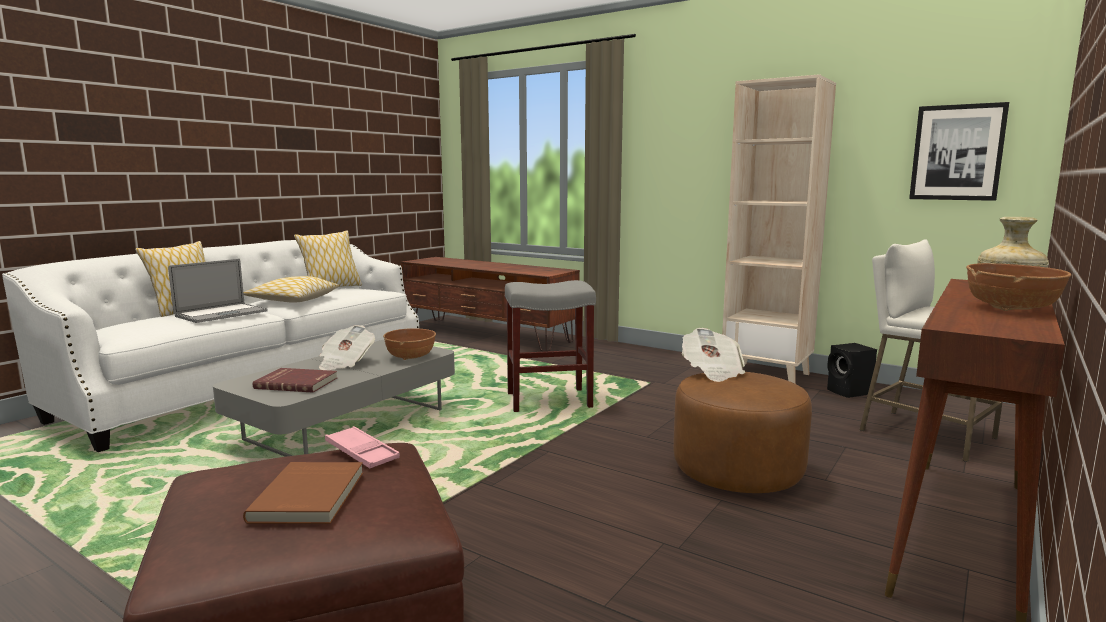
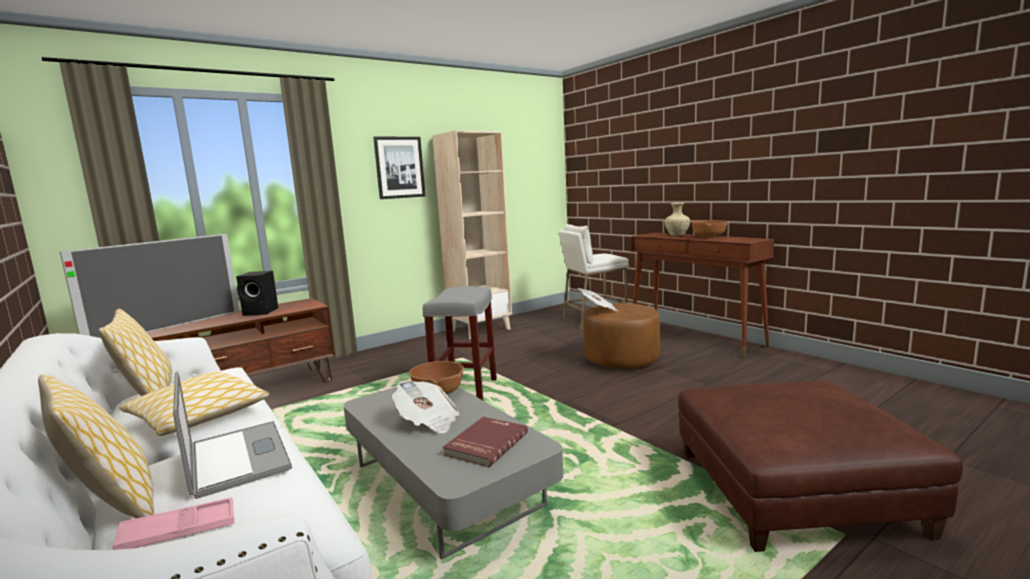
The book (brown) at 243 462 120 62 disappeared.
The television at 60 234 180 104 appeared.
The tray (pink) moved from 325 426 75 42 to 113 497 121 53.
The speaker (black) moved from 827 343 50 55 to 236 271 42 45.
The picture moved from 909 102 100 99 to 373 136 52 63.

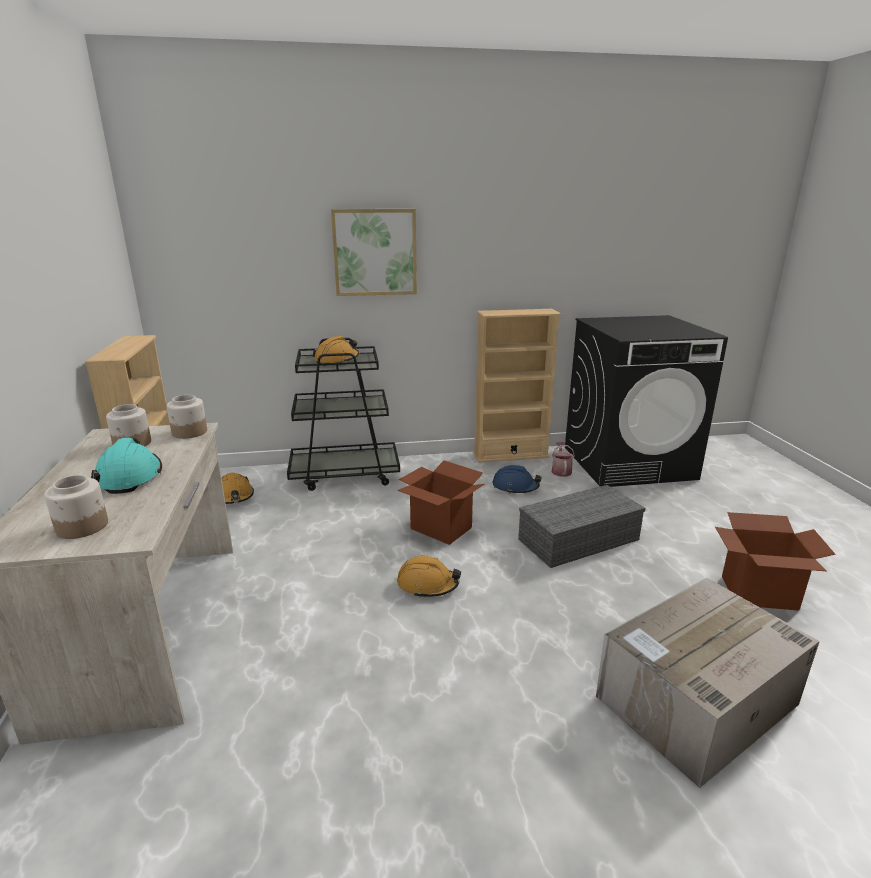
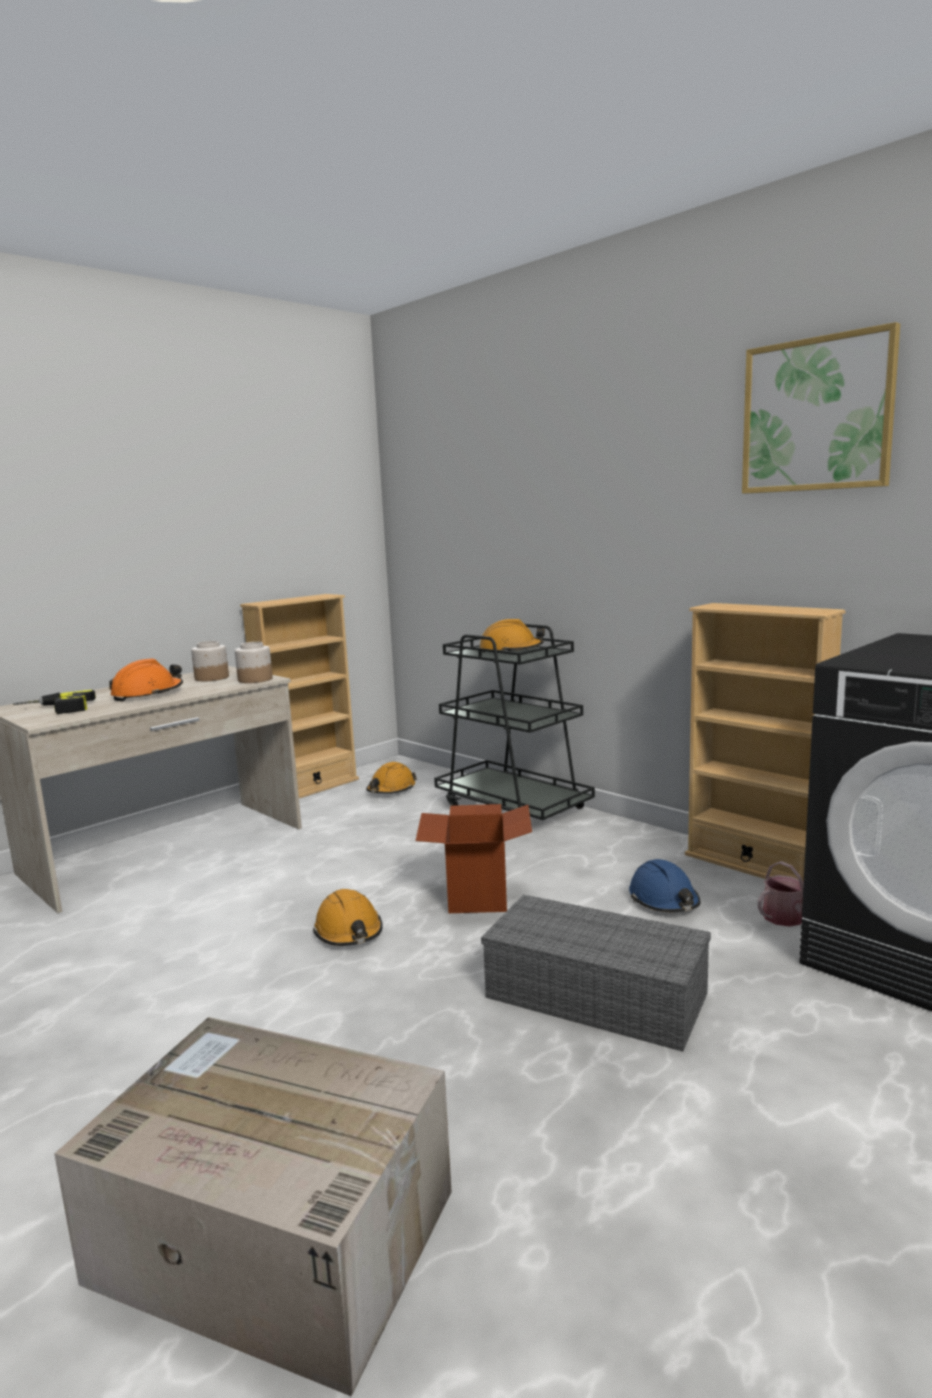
The cardboard box at 715 512 121 99 disappeared.
The picture moved from 331 209 86 87 to 742 322 158 172.
The jar at 44 475 64 64 was replaced by the power drill at 13 689 83 25.
The hard hat (turquoise) at 91 438 71 56 became the hard hat (orange) at 109 658 74 43.

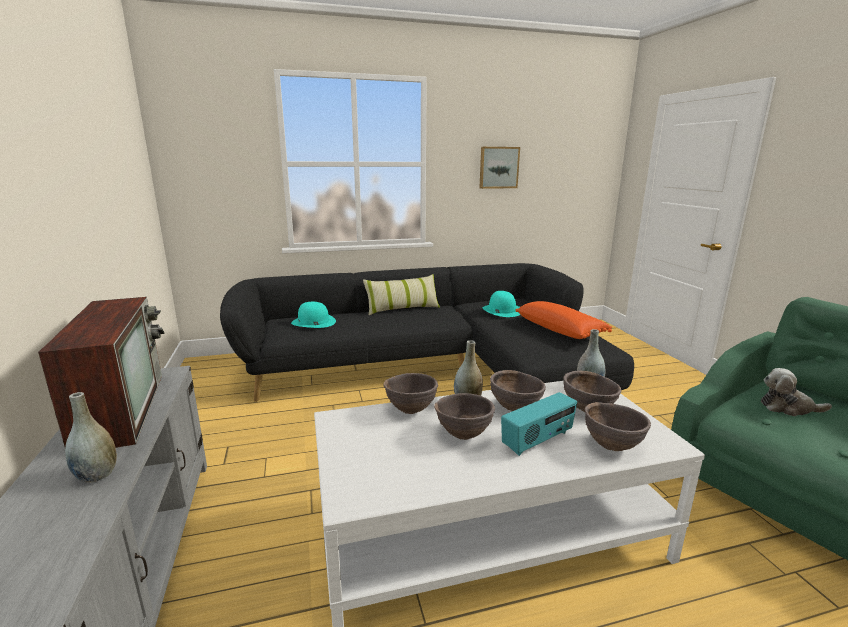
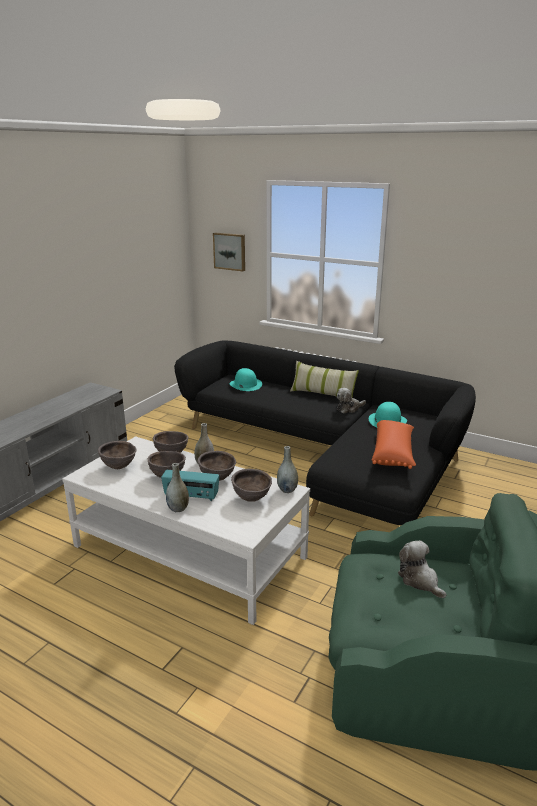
The television at 38 297 127 151 disappeared.
The plush toy at 337 388 29 25 appeared.
The vase (grey) moved from 65 392 52 91 to 166 463 23 49.
The picture moved from 479 147 41 42 to 213 233 32 38.
The bowl (brown) moved from 585 402 66 49 to 98 441 38 28.

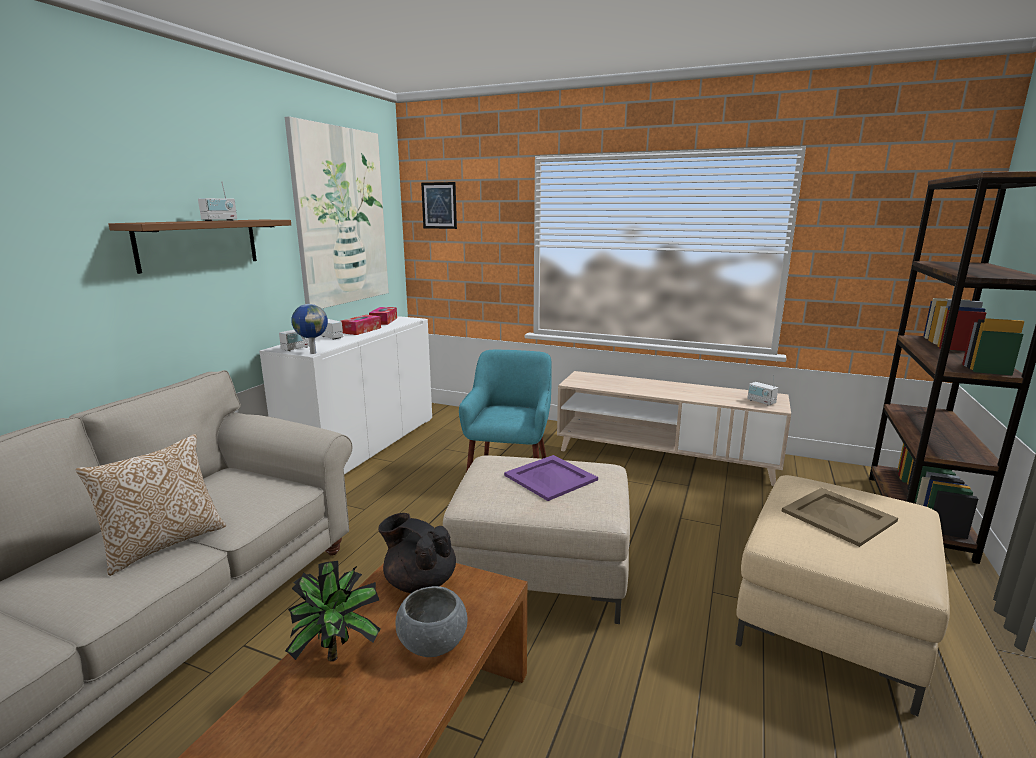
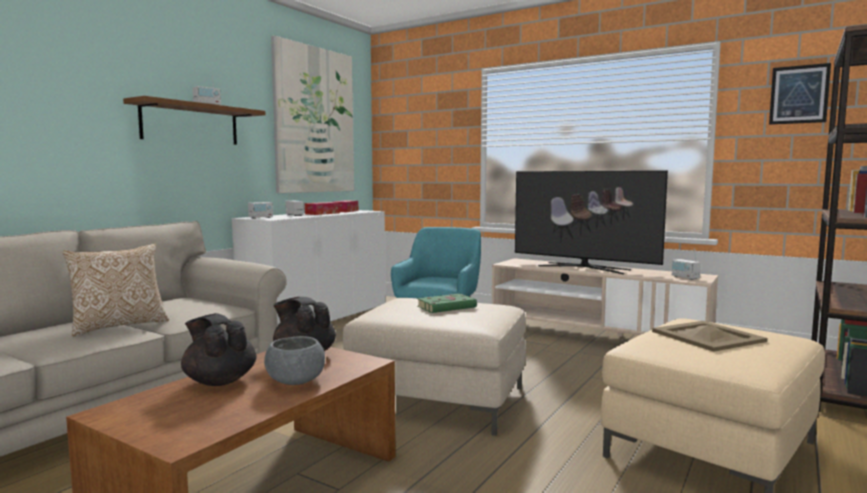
The globe at 291 304 37 50 disappeared.
The television at 515 170 153 104 appeared.
The picture moved from 421 182 36 47 to 769 63 62 62.
The potted plant at 285 561 96 100 was replaced by the teapot (black) at 181 313 76 73.
The tray (purple) at 504 455 94 46 was replaced by the book (green) at 417 294 61 19.

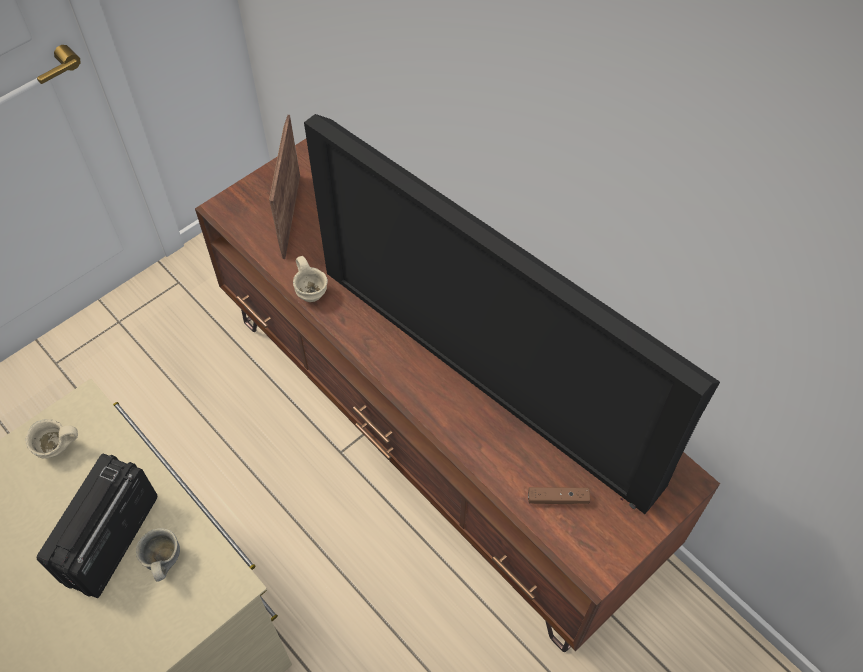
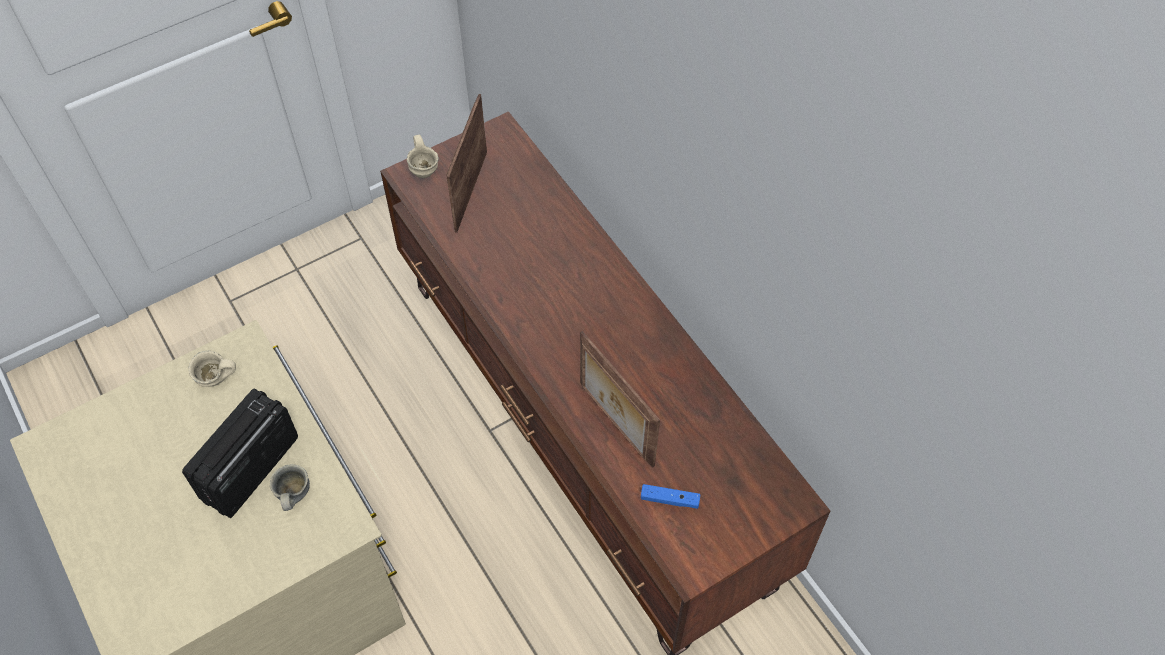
The television at 304 114 416 400 disappeared.
The picture frame at 580 331 80 136 appeared.
The mug (beige) moved from 293 256 35 46 to 407 135 32 43.
The game controller (brown) at 528 487 62 17 became the game controller (blue) at 641 484 59 25.

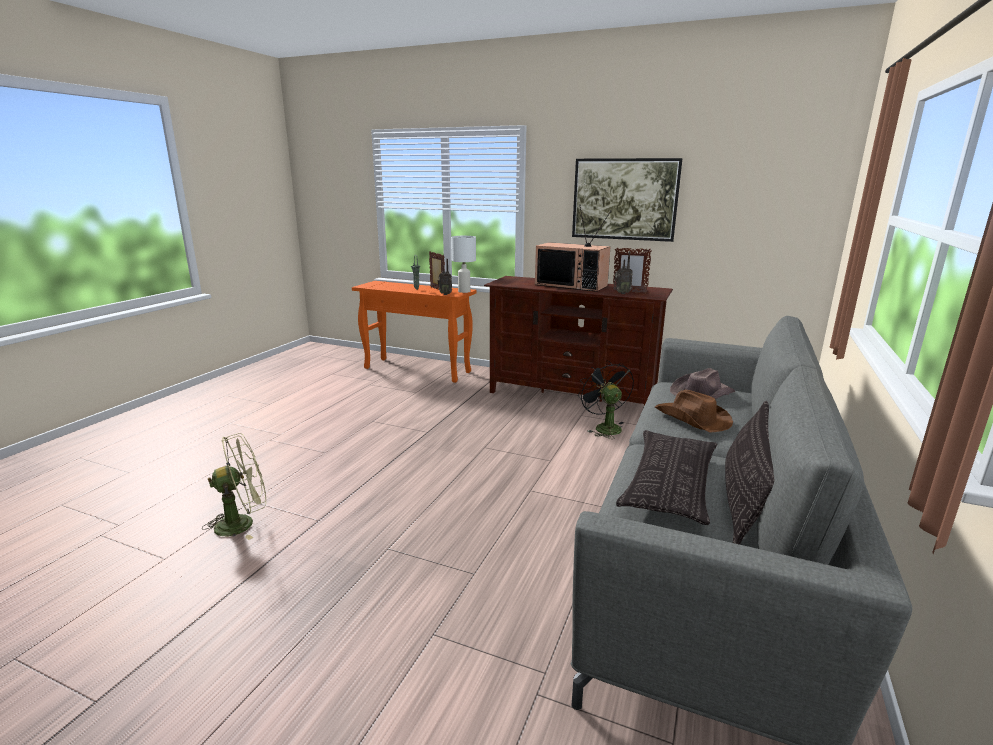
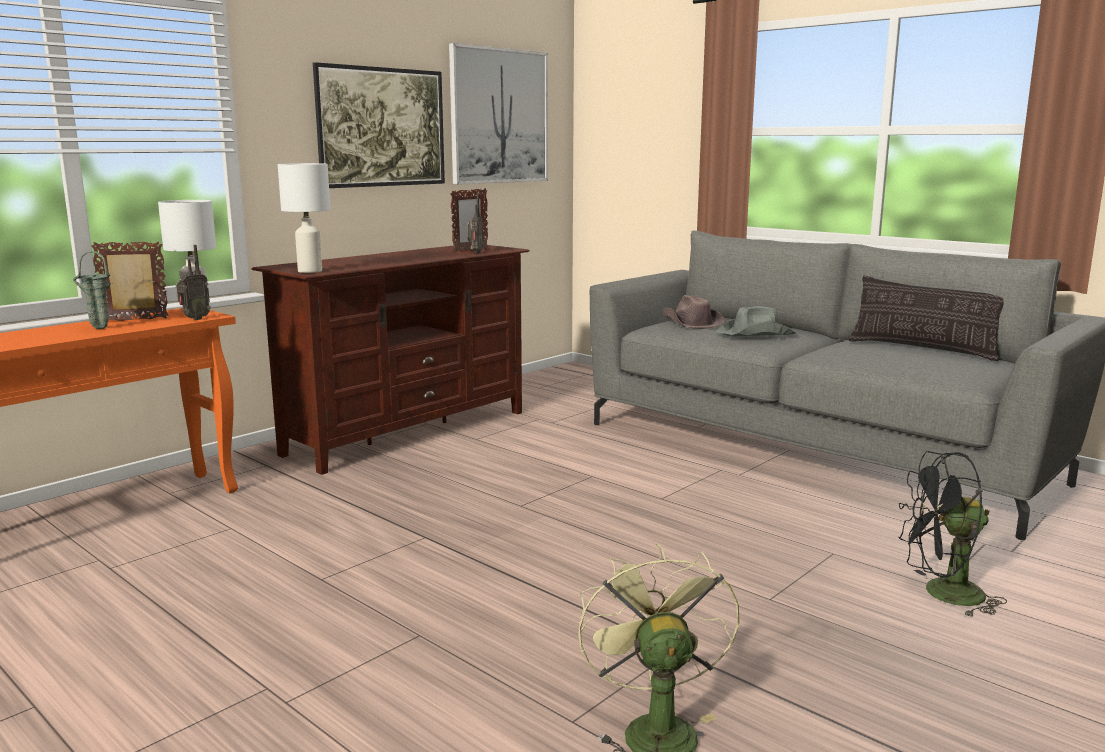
The television at 535 205 76 87 disappeared.
The pillow at 616 430 101 95 disappeared.
The table lamp (white) at 278 163 52 110 appeared.
The picture at 449 43 99 142 appeared.
The fan (black) moved from 578 360 56 79 to 898 451 109 167.
The hat (brown) at 655 390 78 43 became the hat (grey) at 716 306 80 30.

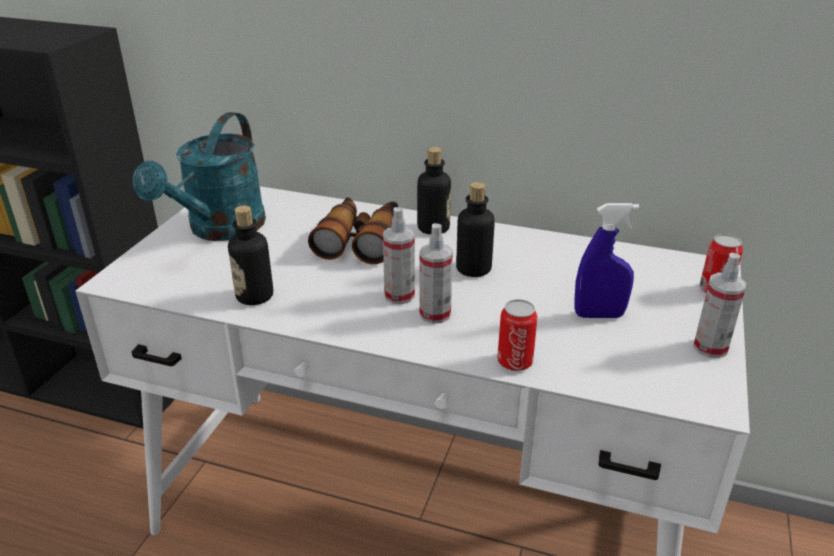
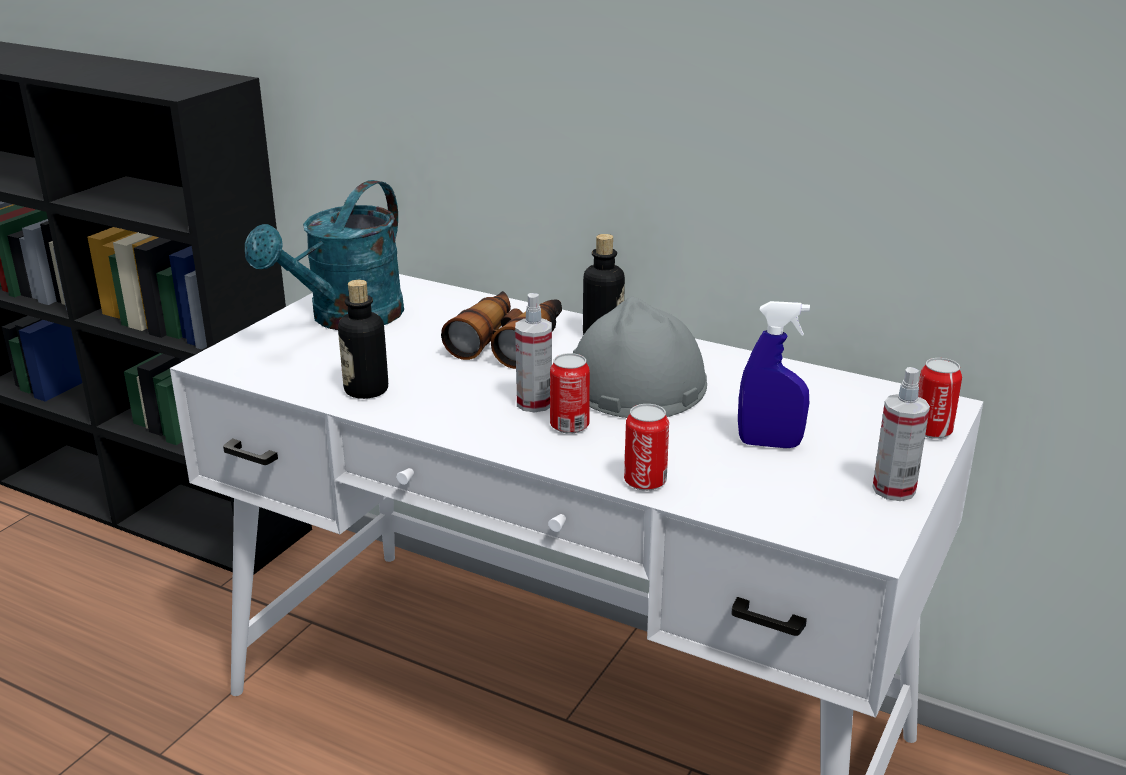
The spray bottle at 419 223 34 101 was replaced by the can at 550 353 40 81.
The bottle at 456 182 39 95 was replaced by the hard hat (grey) at 573 297 134 121.

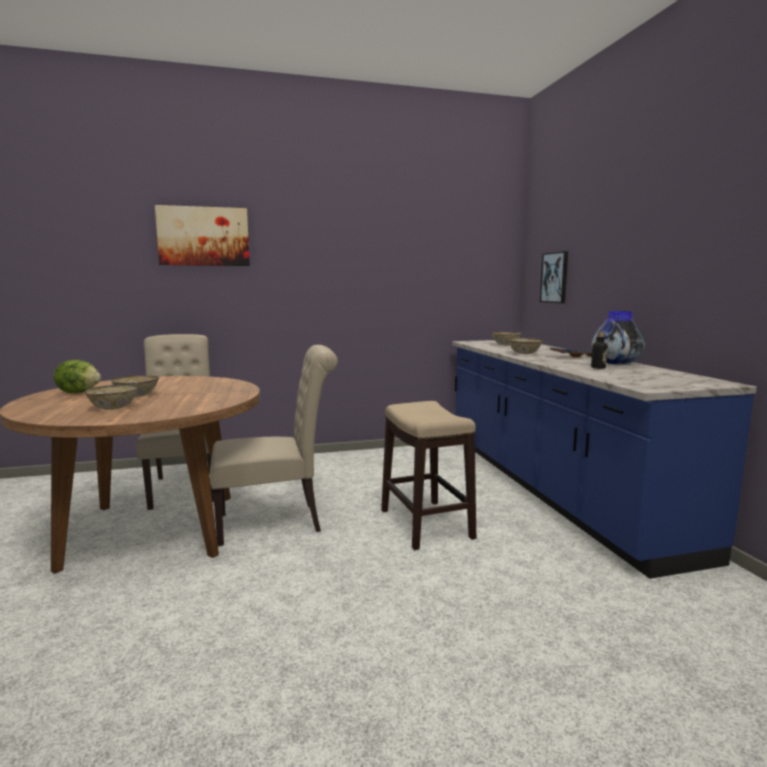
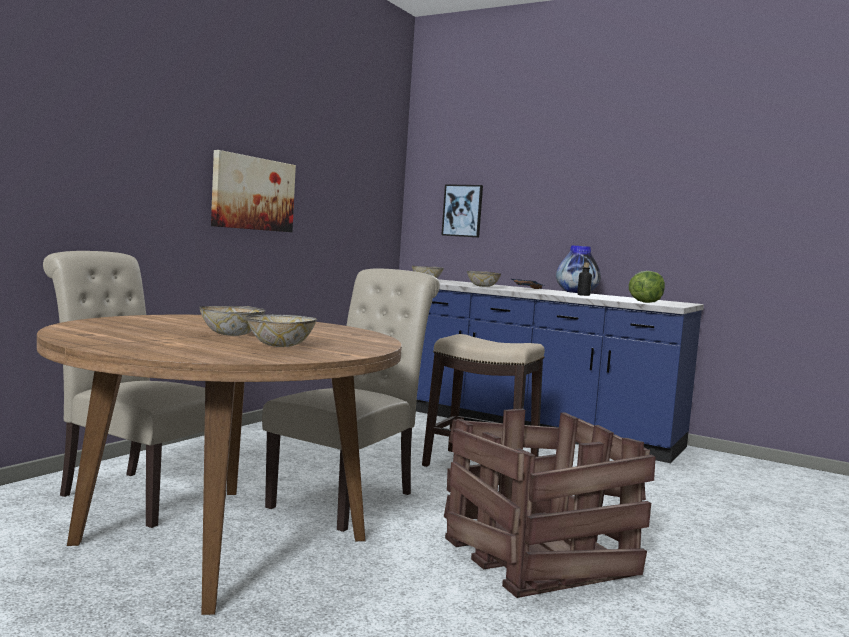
The crate at 444 409 212 189 appeared.
The lettuce moved from 53 360 48 33 to 629 271 36 32.
The picture moved from 155 205 95 61 to 211 150 85 82.

